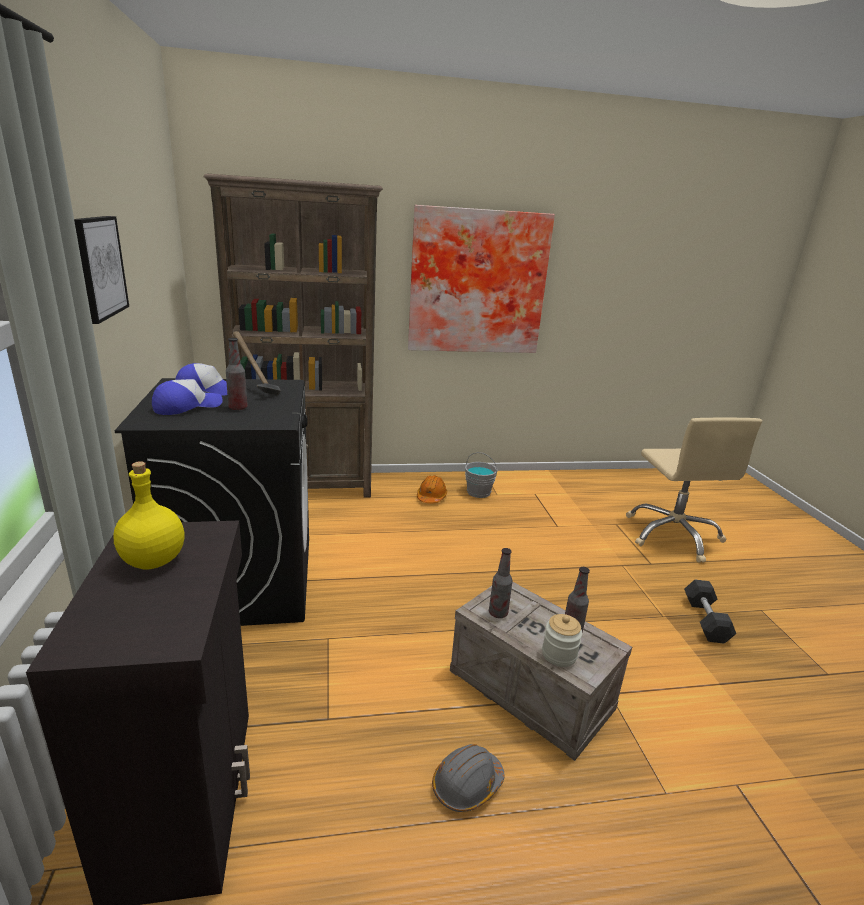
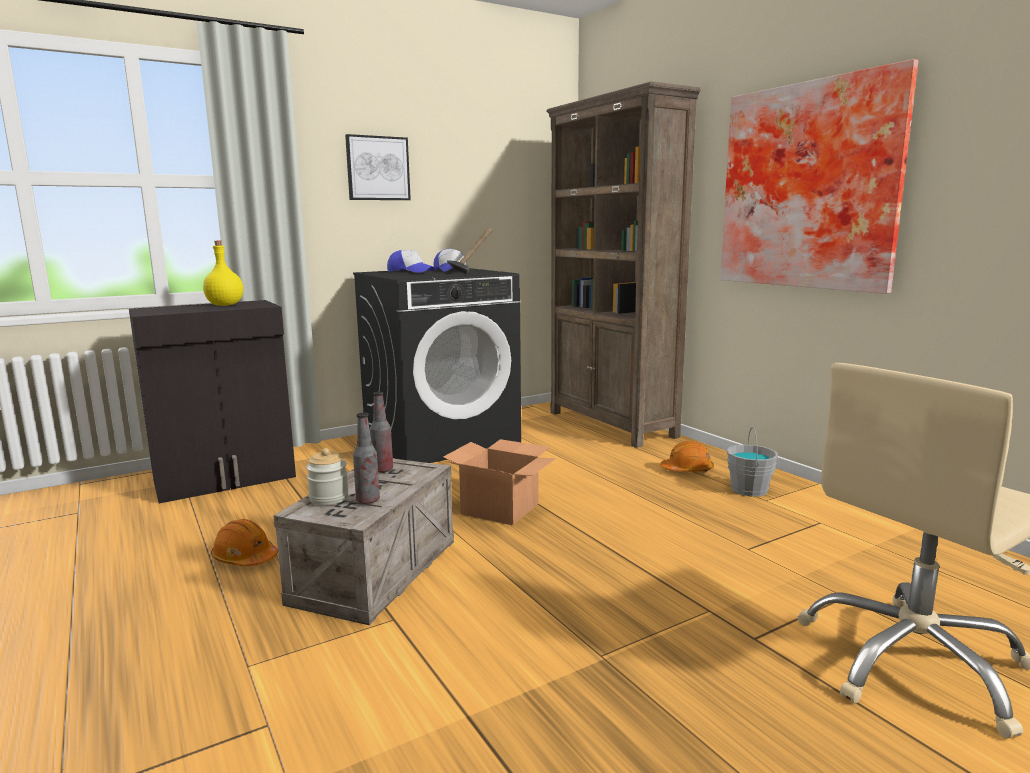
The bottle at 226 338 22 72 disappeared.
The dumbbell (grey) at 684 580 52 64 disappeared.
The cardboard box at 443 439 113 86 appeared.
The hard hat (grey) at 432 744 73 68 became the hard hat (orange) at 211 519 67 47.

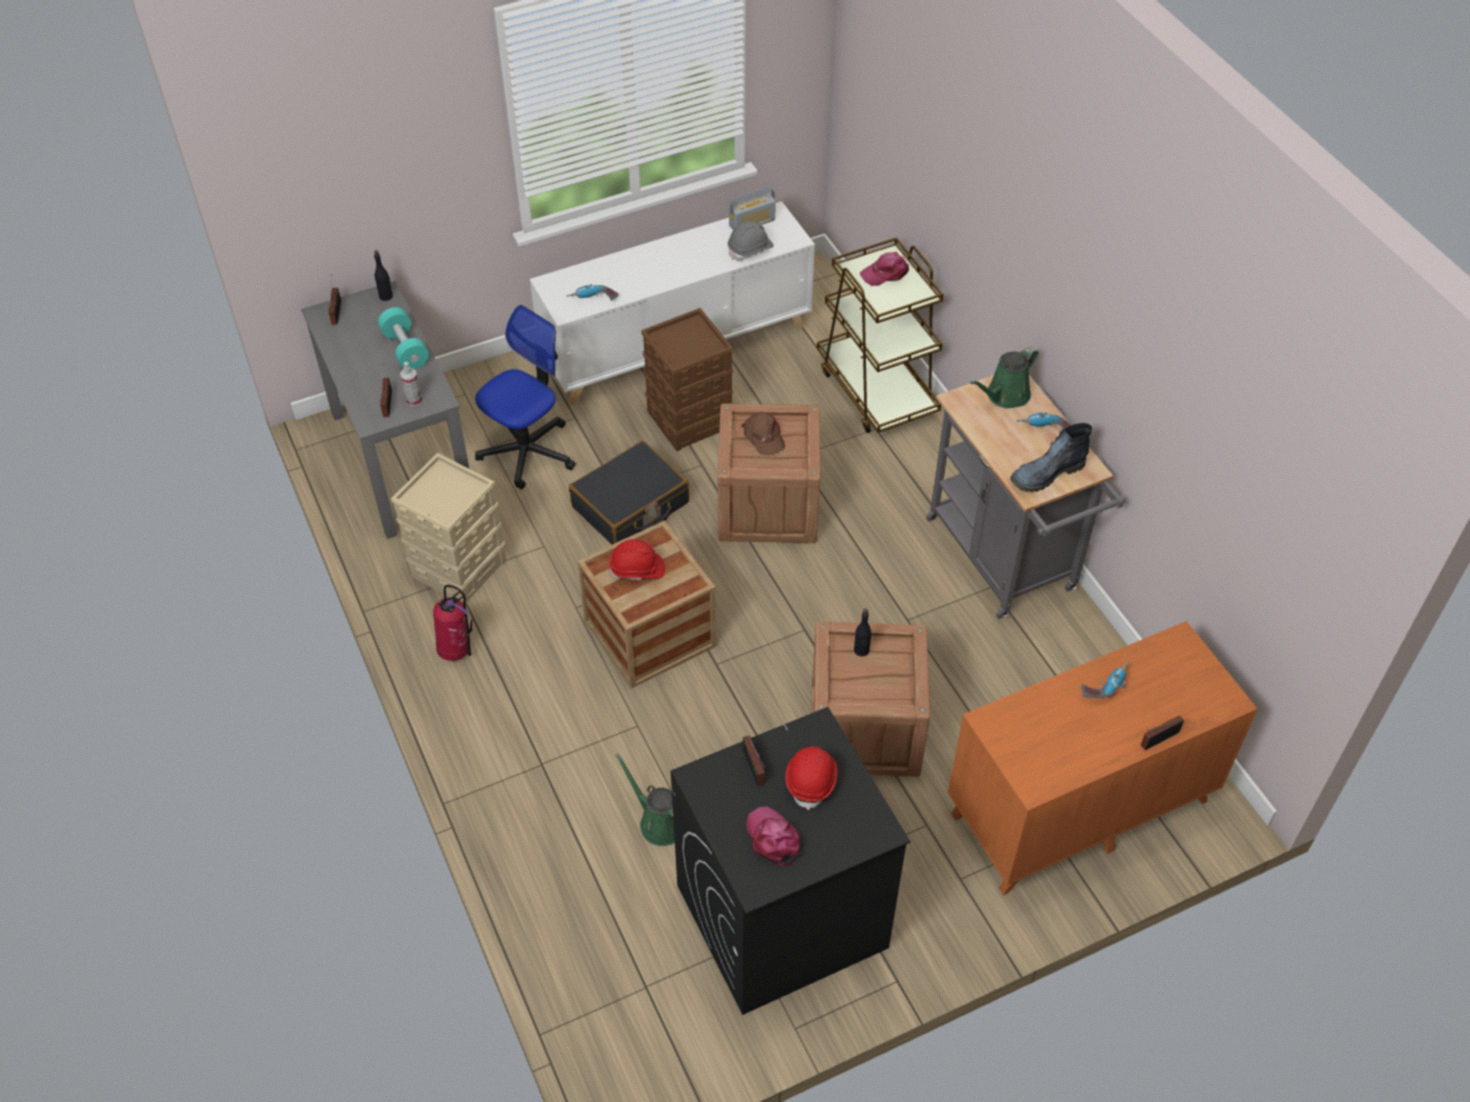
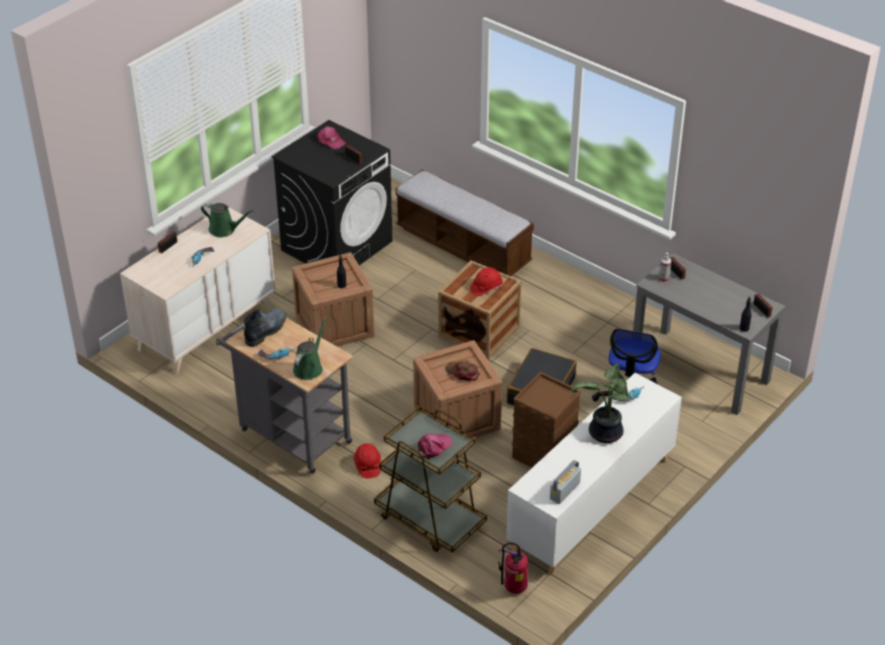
The dumbbell (turquoise) at 378 307 51 62 disappeared.
The storage box (beige) at 391 453 116 151 disappeared.
The hard hat (grey) at 728 221 46 40 disappeared.
The bench at 396 169 138 107 appeared.
The potted plant at 571 363 60 80 appeared.
The fire extinguisher moved from 433 585 40 76 to 498 542 30 52.
The watering can (green) moved from 615 753 60 93 to 201 203 53 34.
The hard hat (red) moved from 785 746 53 64 to 354 444 27 35.
The dresser (orange) at 948 621 310 274 became the dresser (beige) at 120 208 156 166.

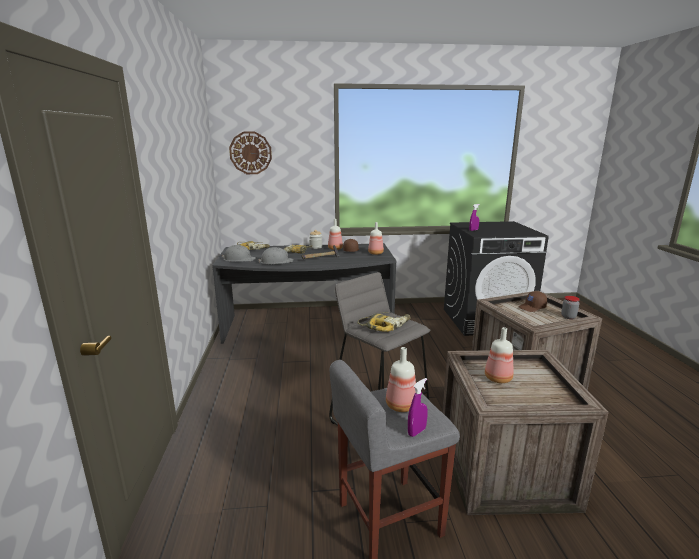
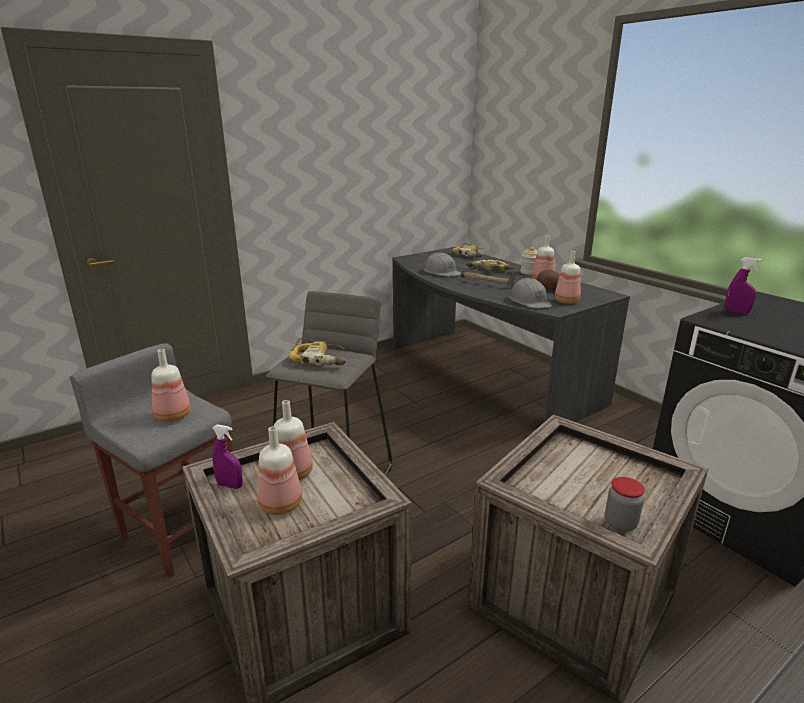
The wall clock at 229 131 43 43 disappeared.
The cap (brown) at 518 291 29 21 disappeared.
The bottle at 257 426 45 89 appeared.
The hard hat (grey) moved from 222 245 34 17 to 509 278 43 30.
The spray bottle (purple) moved from 408 378 20 59 to 212 424 31 65.

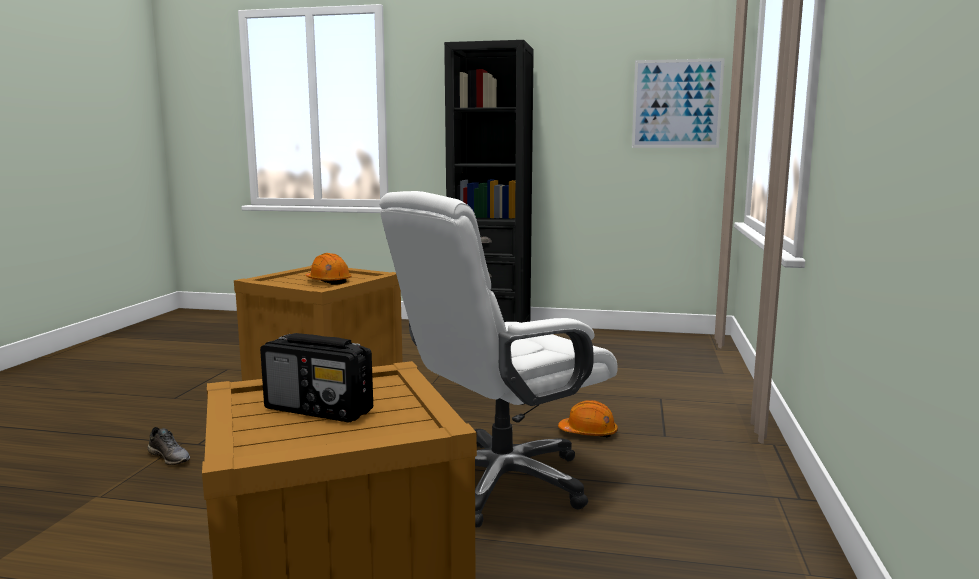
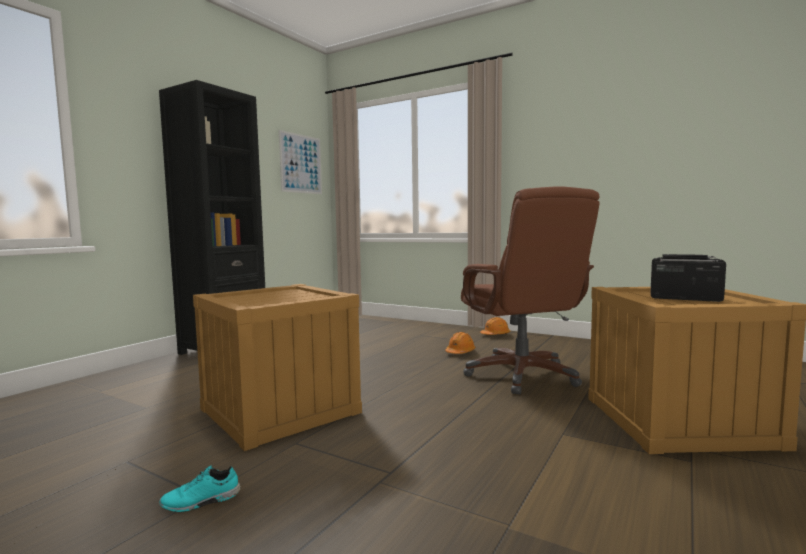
The shoe (grey) at 148 427 42 38 disappeared.
The shoe (turquoise) at 159 465 82 47 appeared.
The hard hat (orange) moved from 305 253 46 32 to 480 317 30 18.
The office chair (white) at 379 191 239 336 became the office chair (brown) at 461 186 139 209.
The radio at 260 333 113 90 turned 105 degrees counterclockwise.

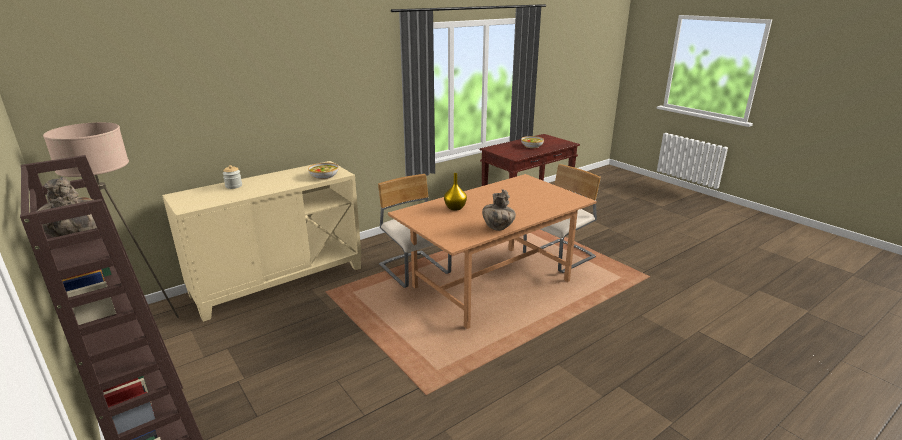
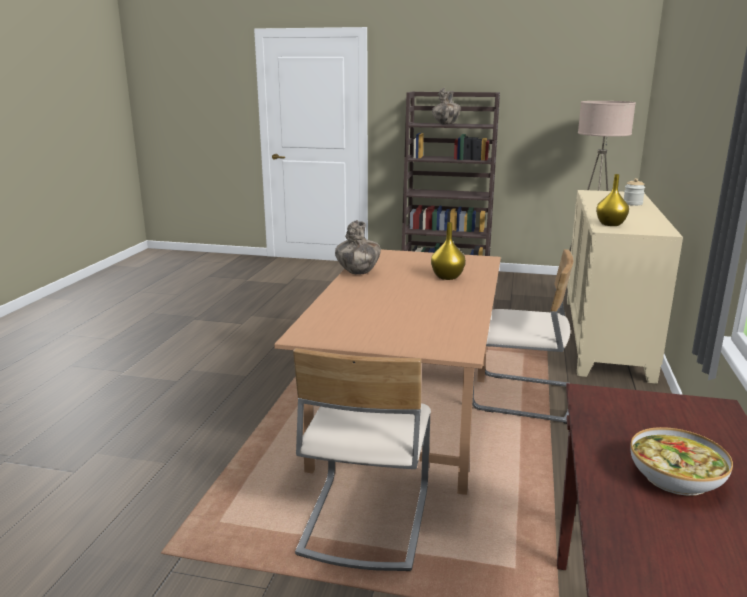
The bowl at 308 163 31 17 was replaced by the vase (yellow) at 596 174 33 52.

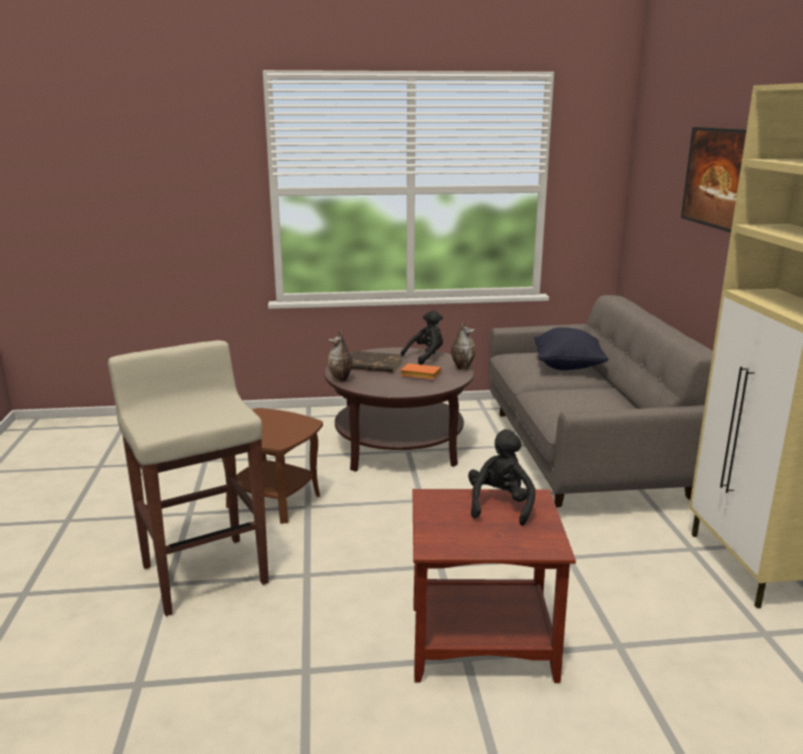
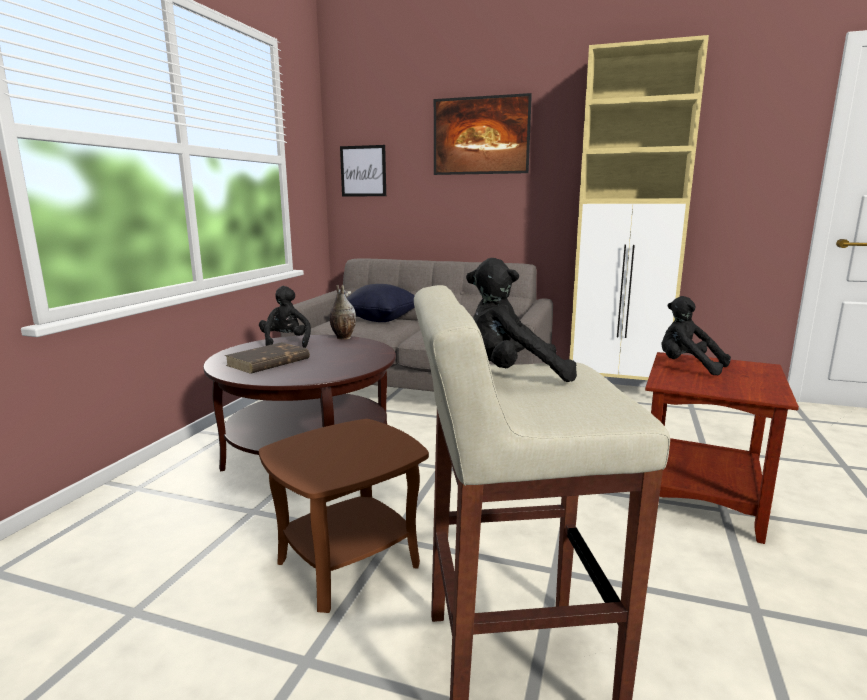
The vase at 328 330 24 52 disappeared.
The book (orange) at 400 363 41 17 disappeared.
The picture at 340 145 46 51 appeared.
The plush toy (black) at 466 258 111 124 appeared.

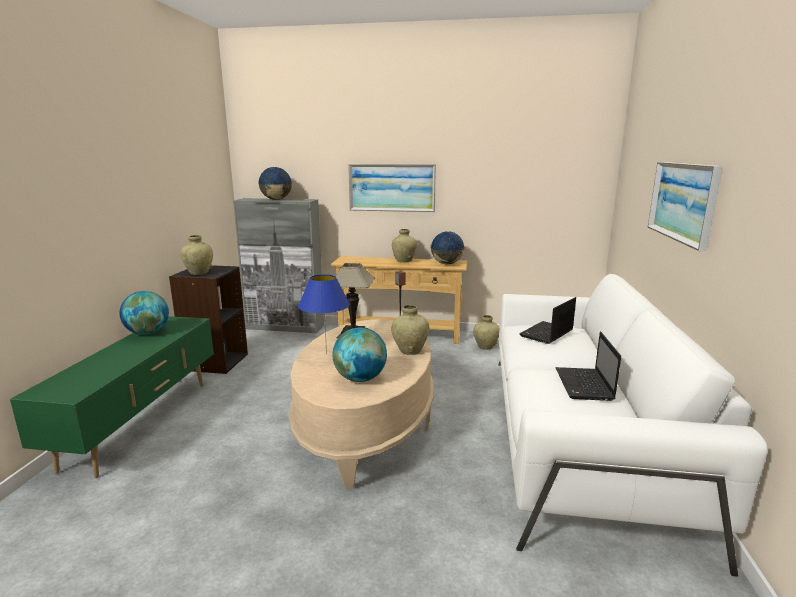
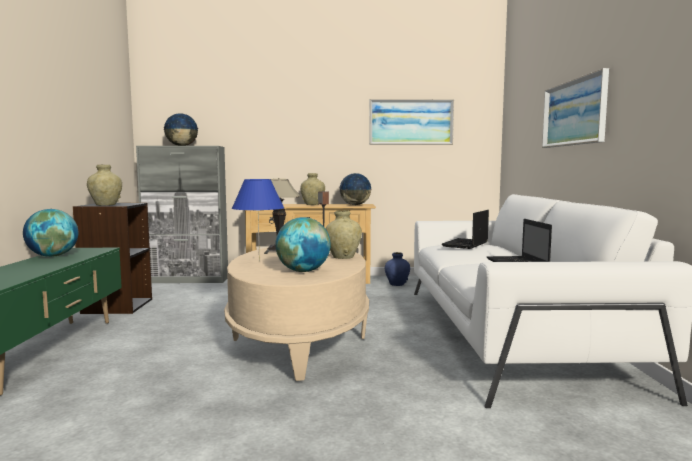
The picture moved from 348 164 88 48 to 369 99 85 46.
The vase (beige) at 473 315 26 35 became the vase (blue) at 385 252 25 34.

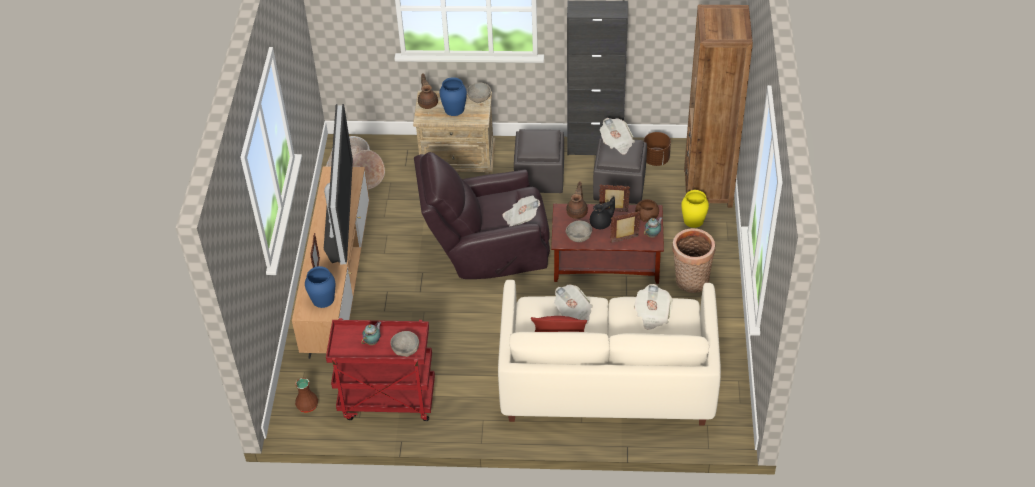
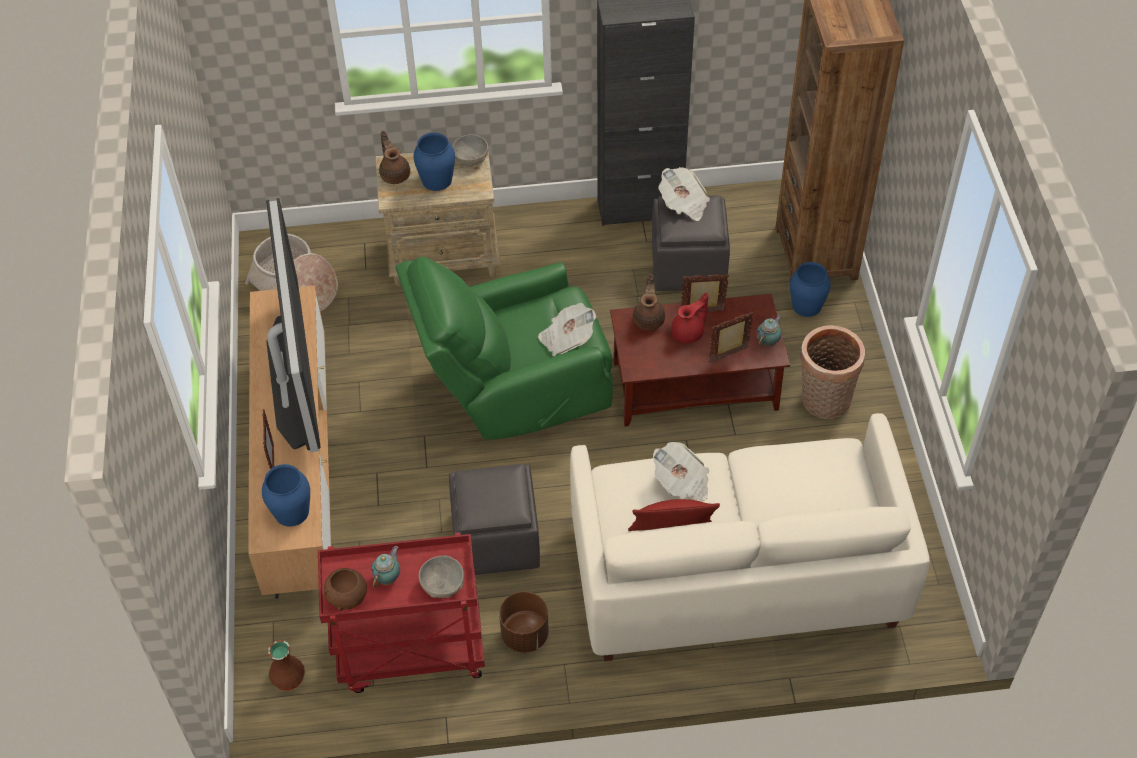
The bowl (grey) at 565 220 27 22 disappeared.
The newspaper at 634 284 38 46 disappeared.
The ottoman (grey) moved from 514 129 50 64 to 449 464 91 111.
The bowl (brown) moved from 635 199 24 23 to 324 568 43 43.
The planter (brown) moved from 644 132 27 34 to 499 591 50 62.
The armchair (brown) at 414 152 136 127 became the armchair (green) at 395 257 218 182.
The teapot (black) at 590 197 25 32 became the teapot (red) at 671 292 37 51.
The vase (yellow) at 681 190 28 38 became the vase (blue) at 790 262 41 55.

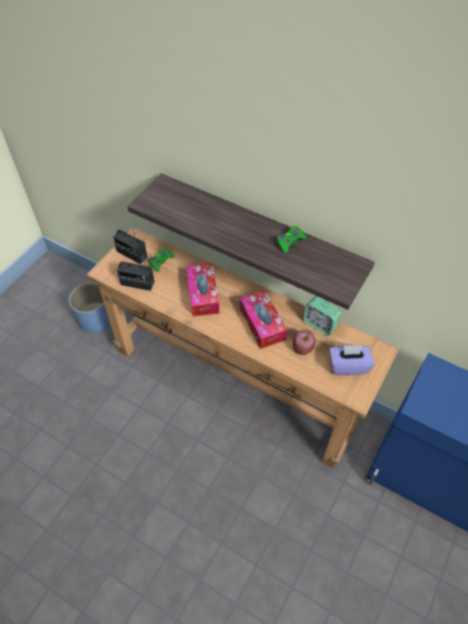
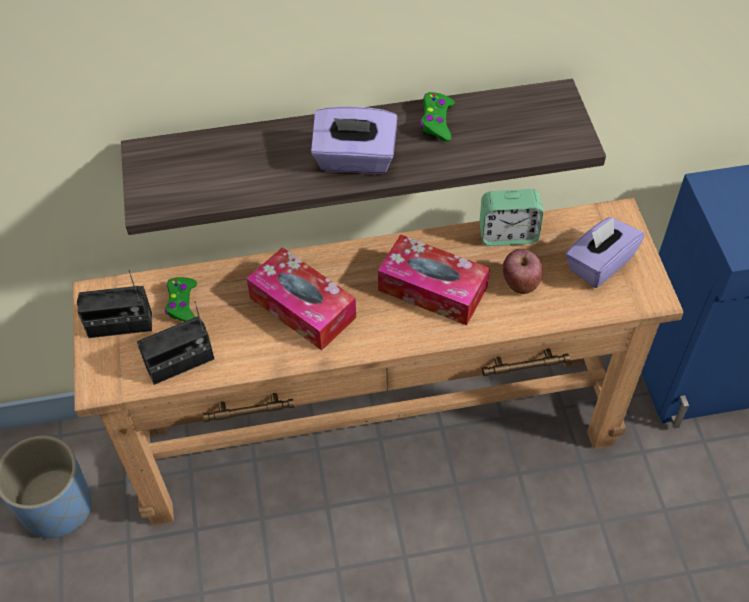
The tissue box (purple) at 311 106 87 68 appeared.

